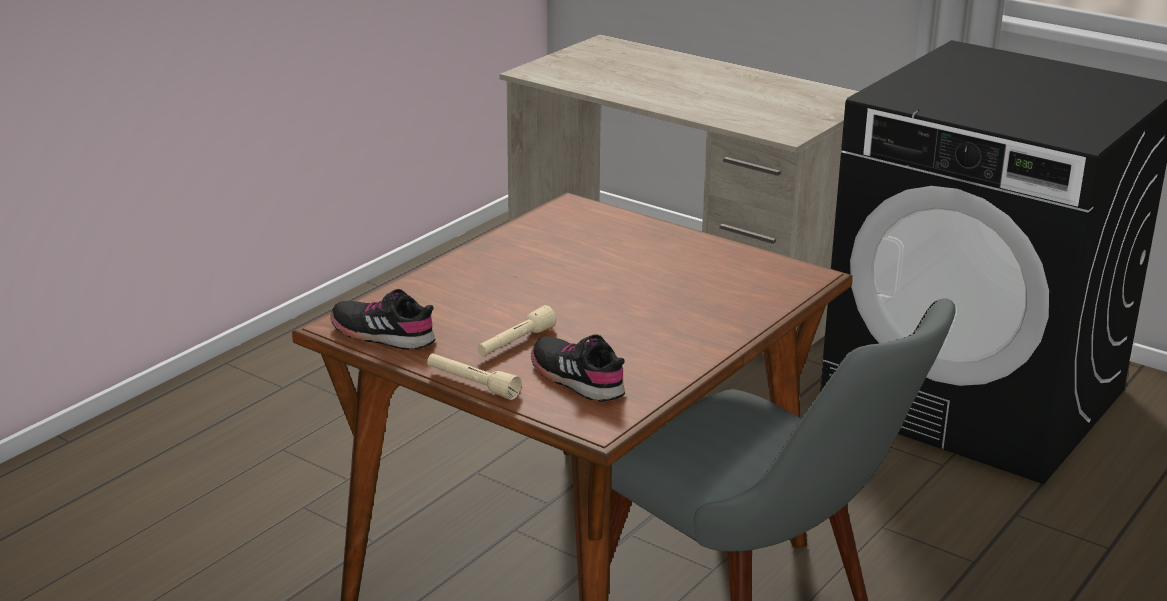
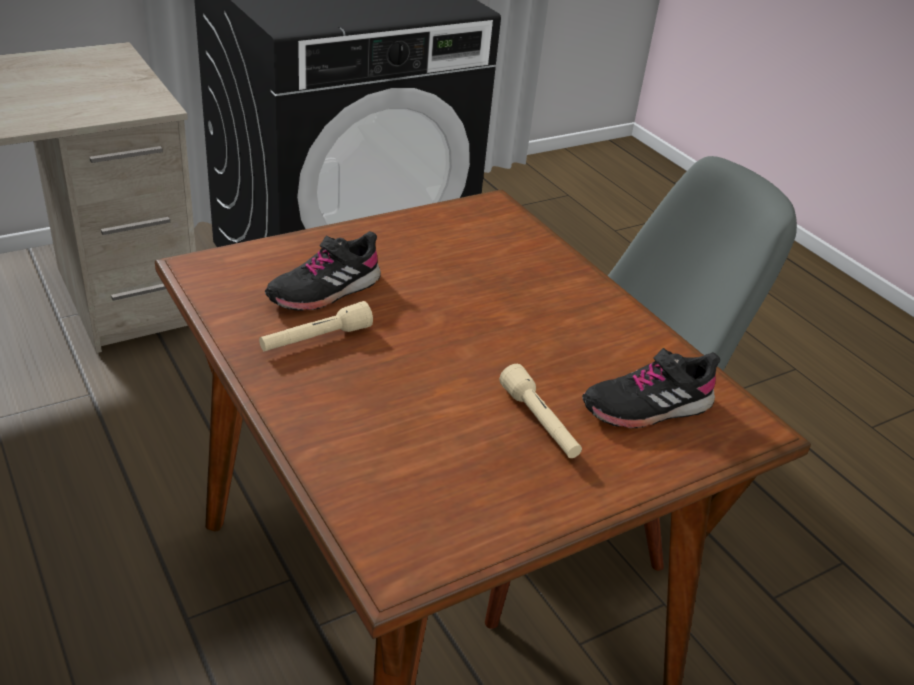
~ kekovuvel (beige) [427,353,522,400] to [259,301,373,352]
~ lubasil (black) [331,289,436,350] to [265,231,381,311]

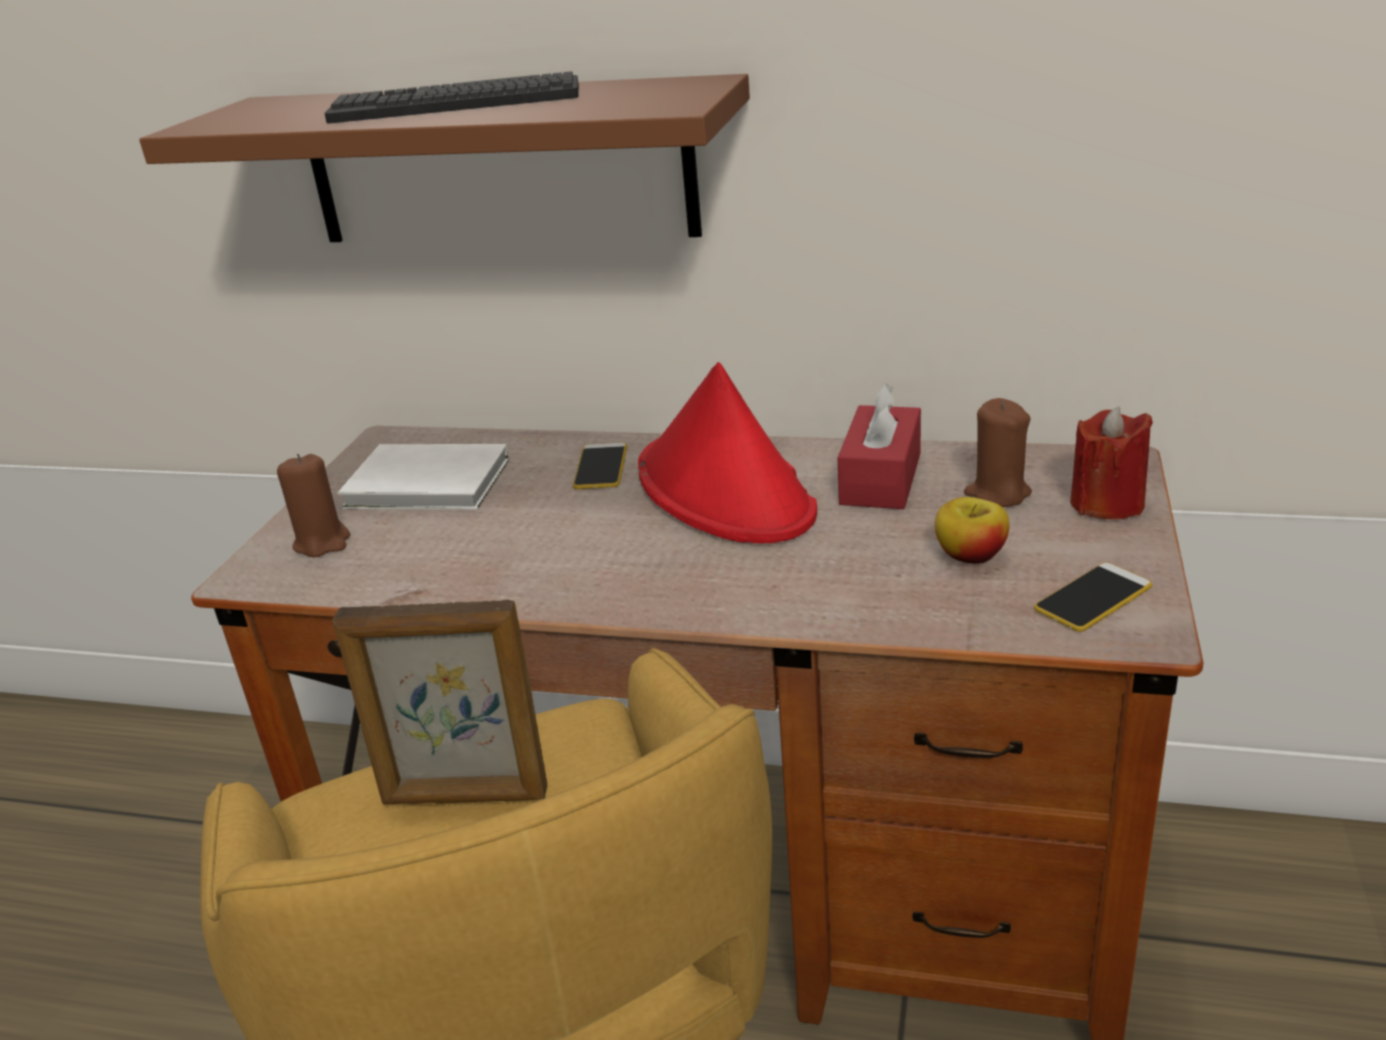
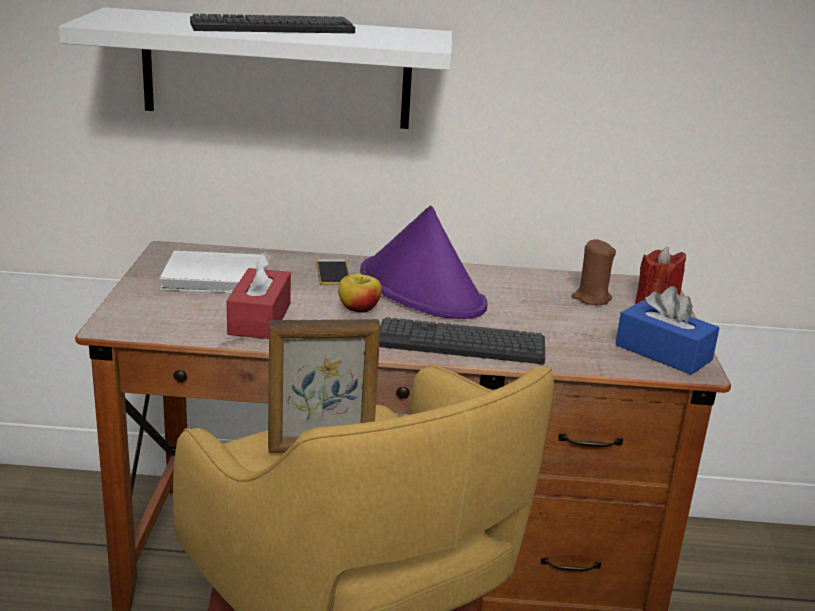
~ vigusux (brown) [139,74,750,242] to vigusux (white) [58,7,452,129]
~ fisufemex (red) [838,383,921,509] to [227,252,291,339]
~ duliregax [935,497,1010,564] to [338,274,382,313]
~ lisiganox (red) [638,362,817,543] to lisiganox (purple) [360,205,487,319]
+ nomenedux [379,317,545,364]
~ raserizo [1034,563,1152,632] to fisufemex (blue) [616,286,719,375]
- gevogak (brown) [277,454,350,557]

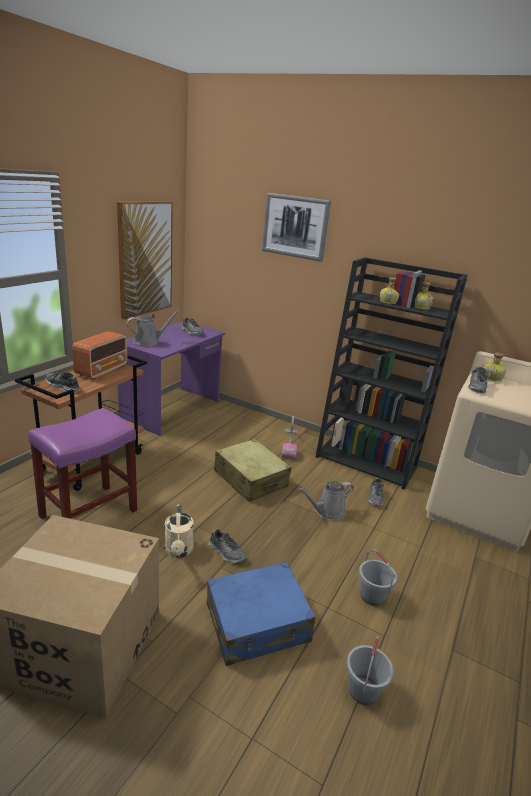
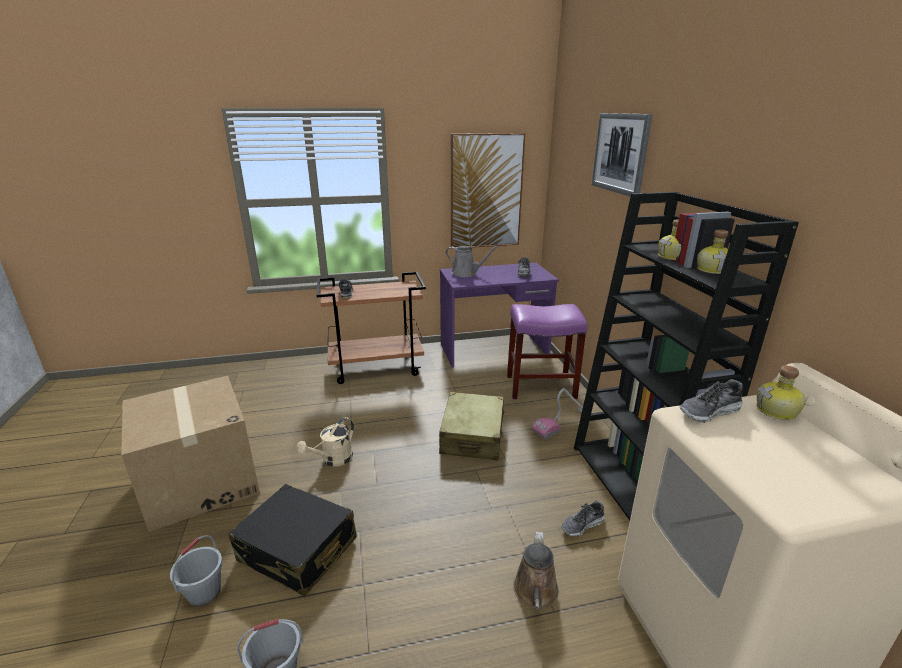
~ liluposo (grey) [359,549,397,606] to [170,535,223,607]
~ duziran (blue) [207,562,315,666] to duziran (black) [228,484,357,596]
~ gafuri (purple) [28,408,137,519] to [507,304,587,400]
+ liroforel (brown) [513,532,559,609]
- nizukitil [72,331,128,380]
- lubasil [208,529,246,563]
- liroforel (grey) [298,481,354,520]

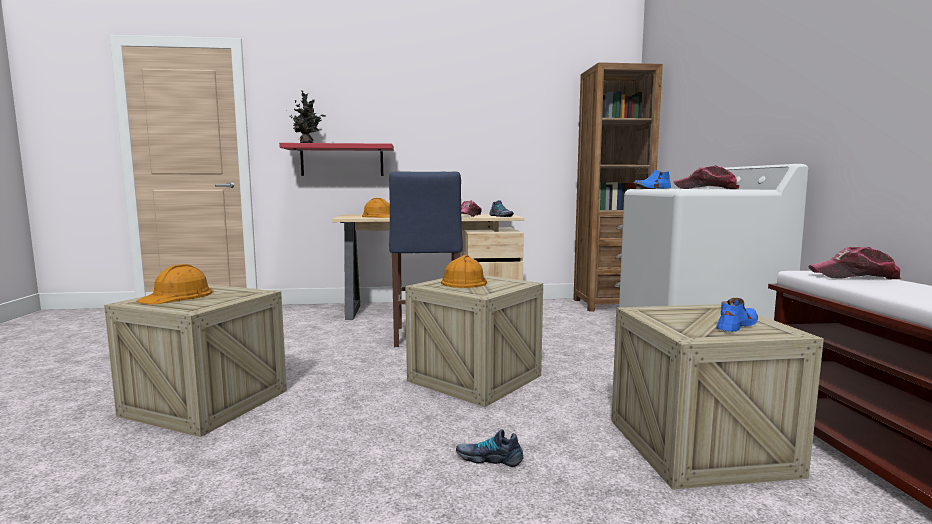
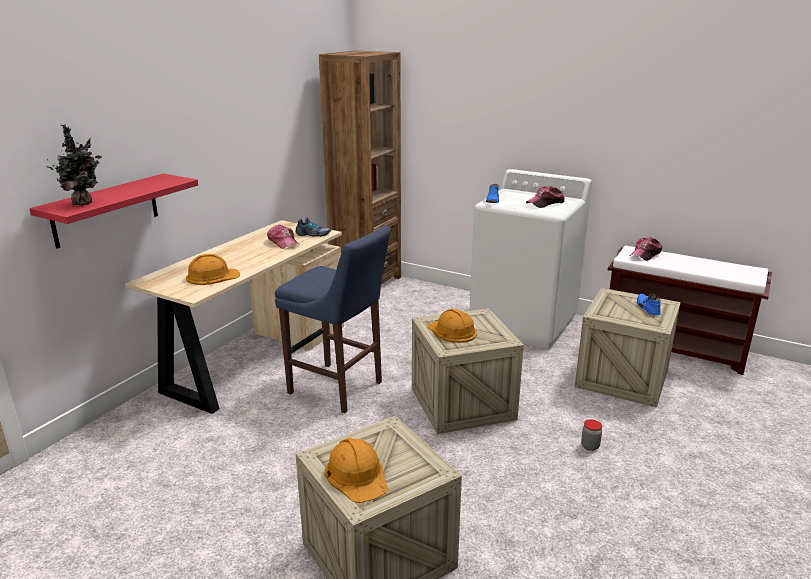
~ lubasil [456,429,523,467] to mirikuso [581,419,602,451]

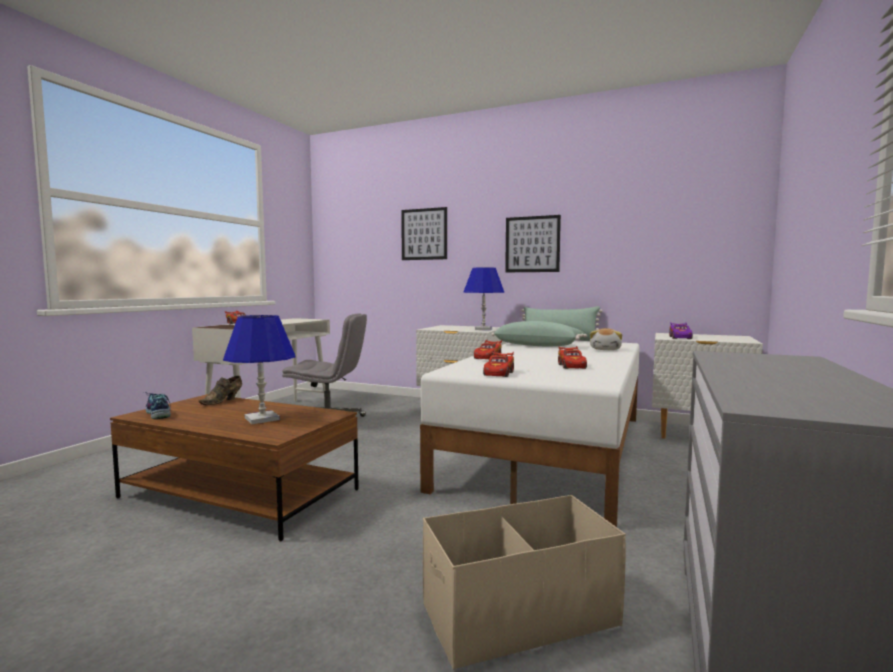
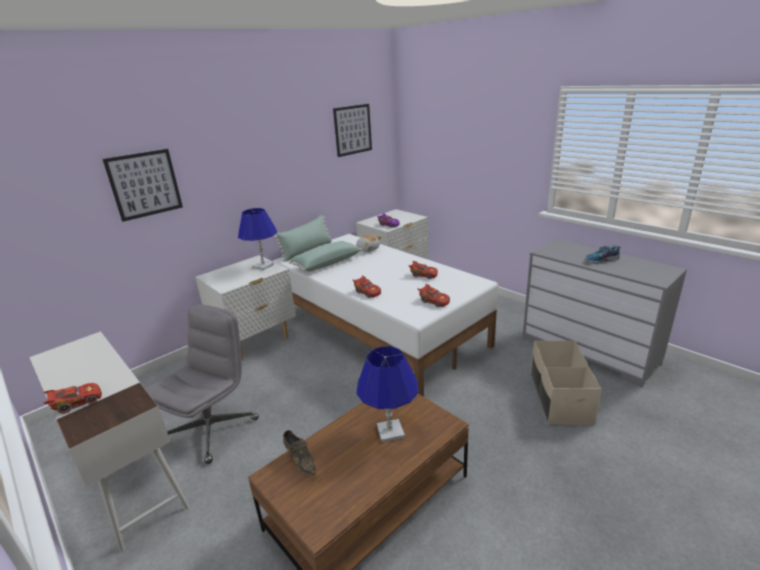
~ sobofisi [505,215,561,272] to [333,104,372,157]
~ lubasil [143,392,171,419] to [585,245,621,264]

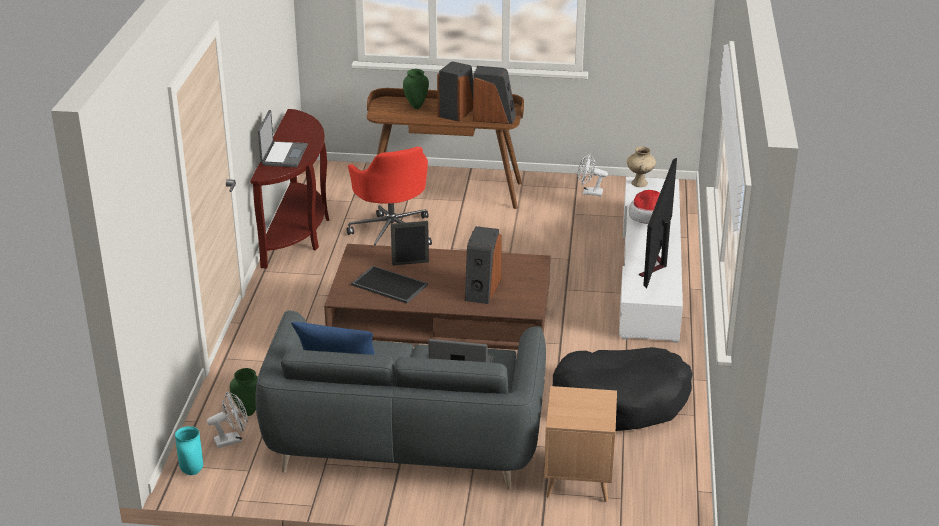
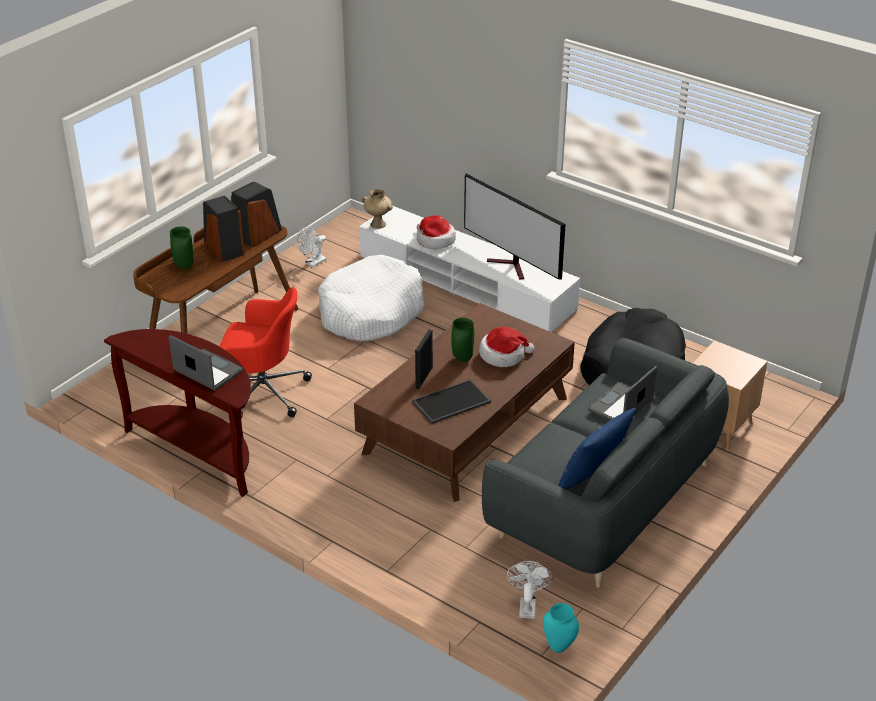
+ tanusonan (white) [318,255,424,341]
~ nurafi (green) [230,368,258,416] to [451,318,474,362]
~ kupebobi [465,226,502,304] to lisiganox [479,327,535,367]

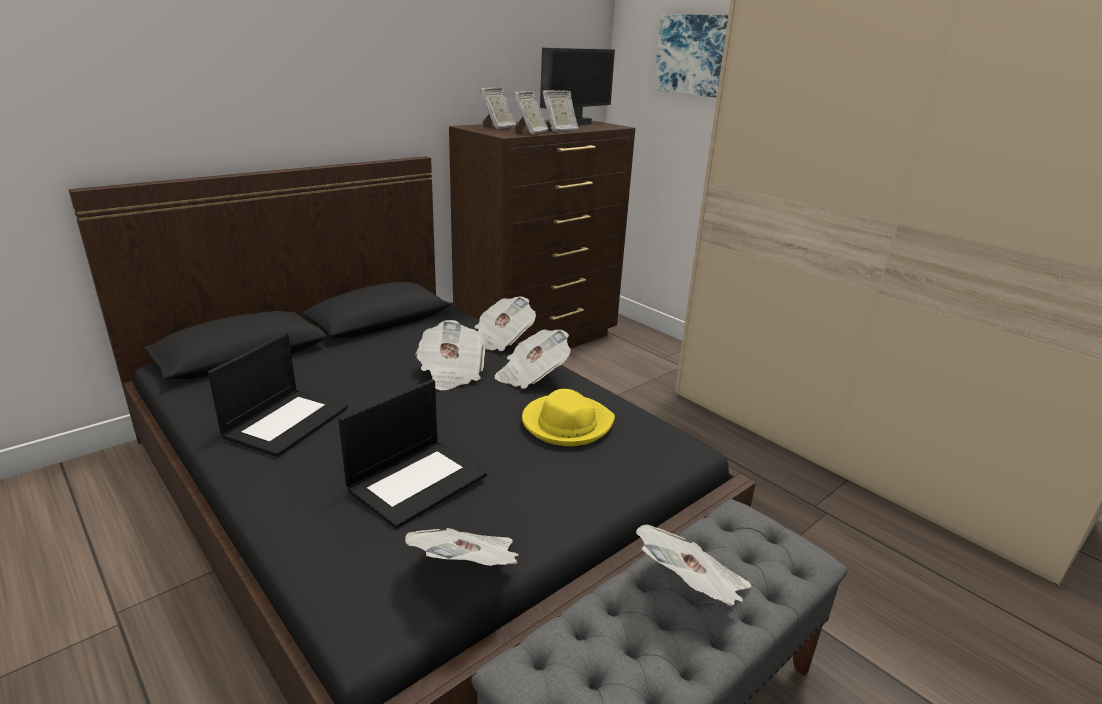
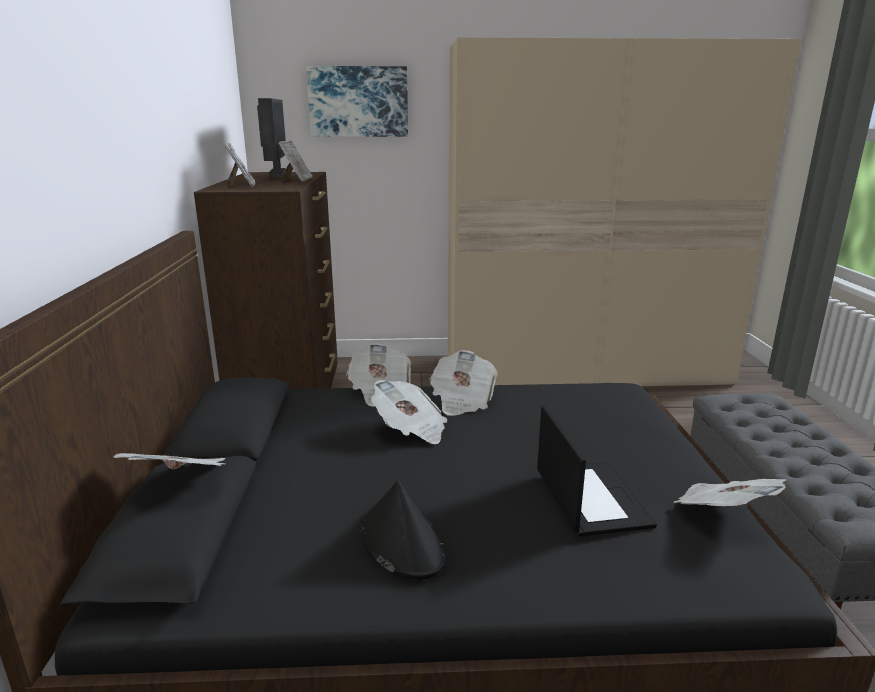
~ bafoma [636,524,751,606] to [114,453,226,469]
~ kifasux [208,333,348,457] to lisiganox (black) [359,481,446,580]
- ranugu [514,91,548,135]
- lisiganox (yellow) [522,389,615,446]

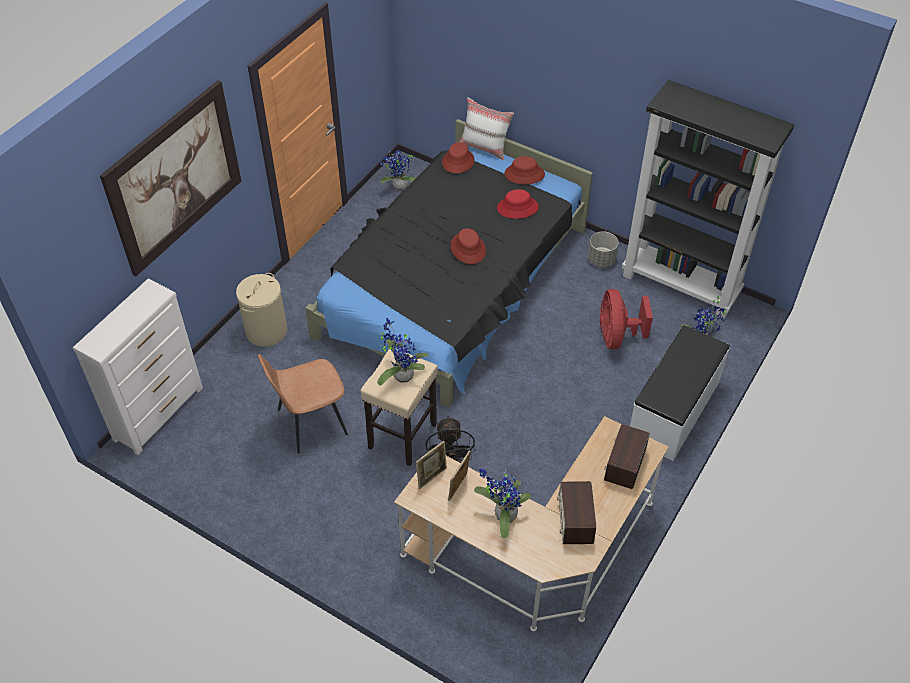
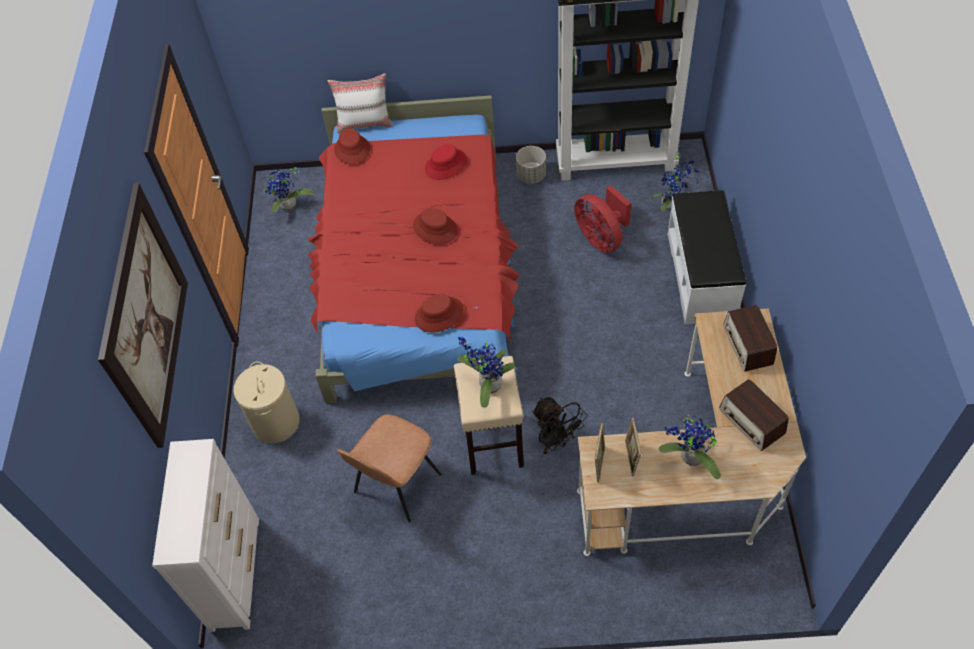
~ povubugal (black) [305,119,593,407] to povubugal (red) [308,95,520,403]
~ lisiganox (red) [504,156,545,185] to [415,294,464,332]

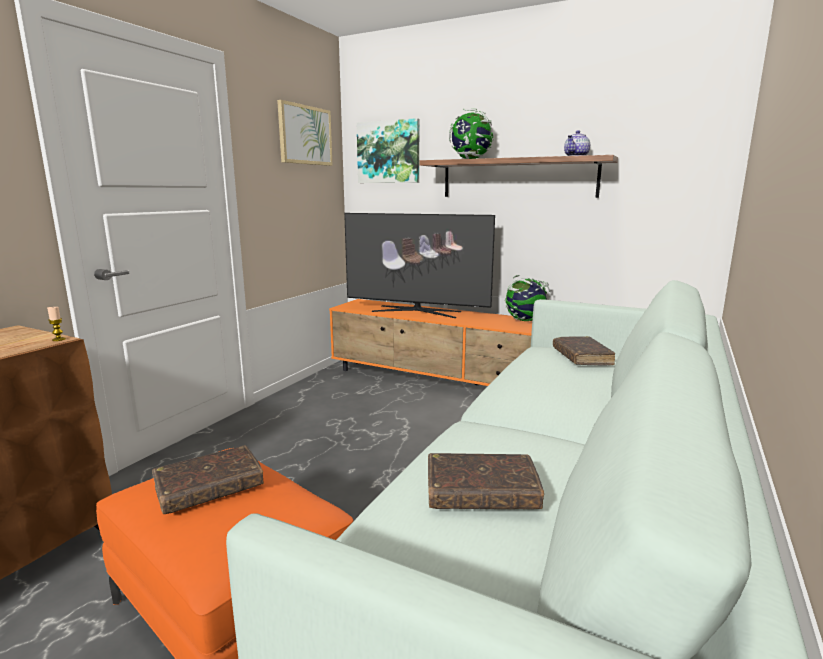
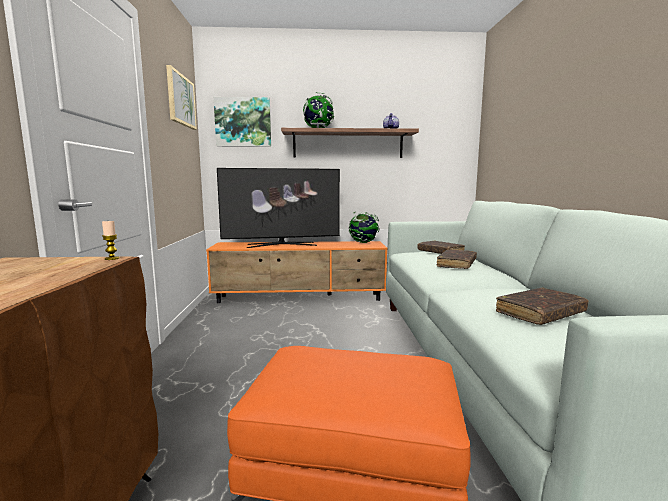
~ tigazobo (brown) [152,446,264,514] to [437,249,477,269]

